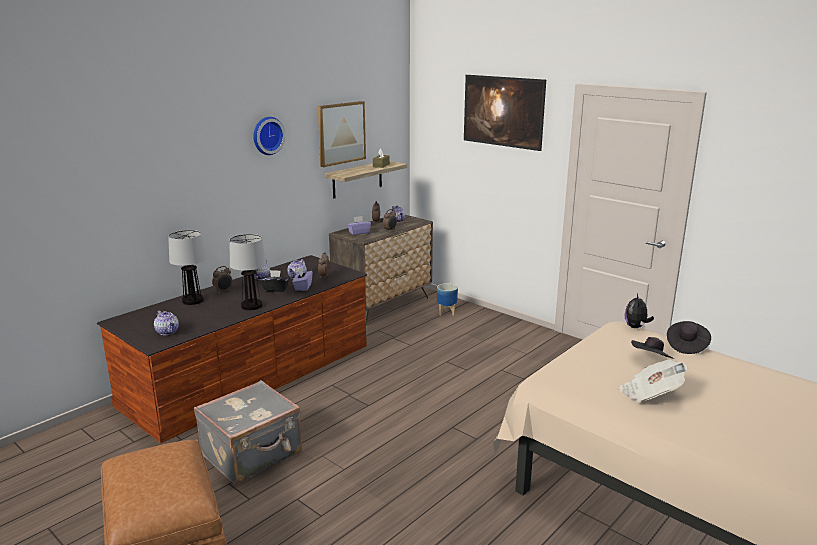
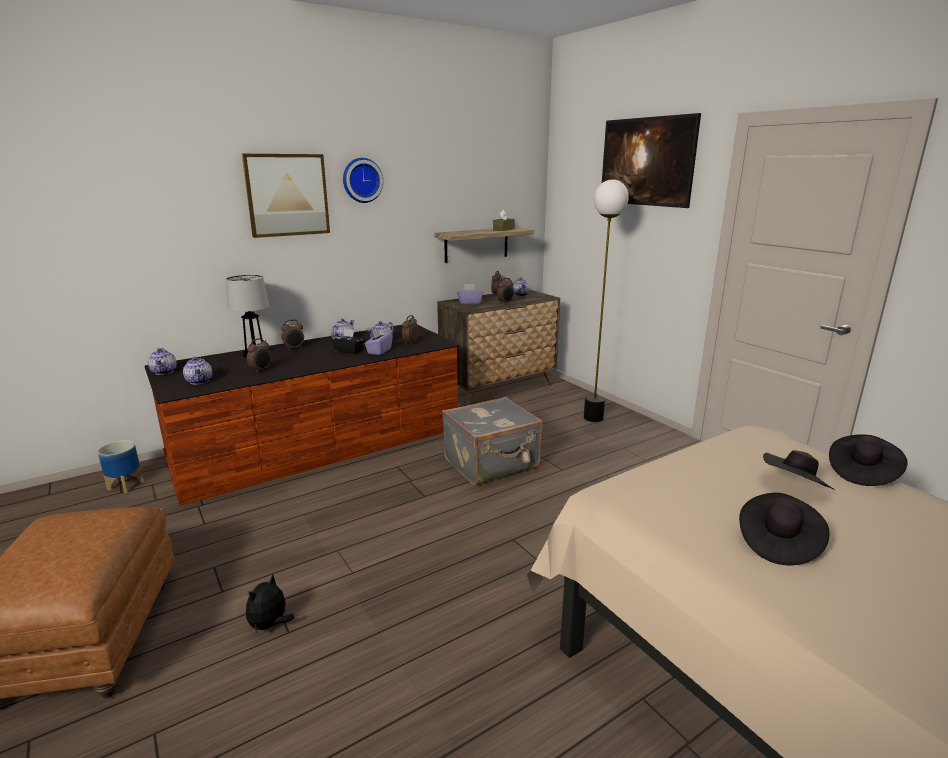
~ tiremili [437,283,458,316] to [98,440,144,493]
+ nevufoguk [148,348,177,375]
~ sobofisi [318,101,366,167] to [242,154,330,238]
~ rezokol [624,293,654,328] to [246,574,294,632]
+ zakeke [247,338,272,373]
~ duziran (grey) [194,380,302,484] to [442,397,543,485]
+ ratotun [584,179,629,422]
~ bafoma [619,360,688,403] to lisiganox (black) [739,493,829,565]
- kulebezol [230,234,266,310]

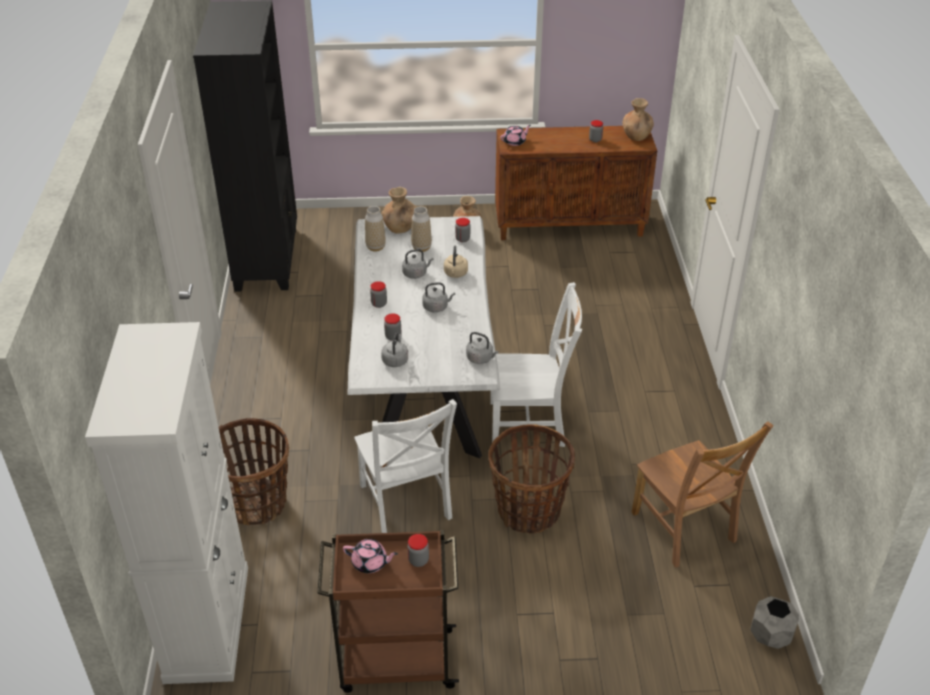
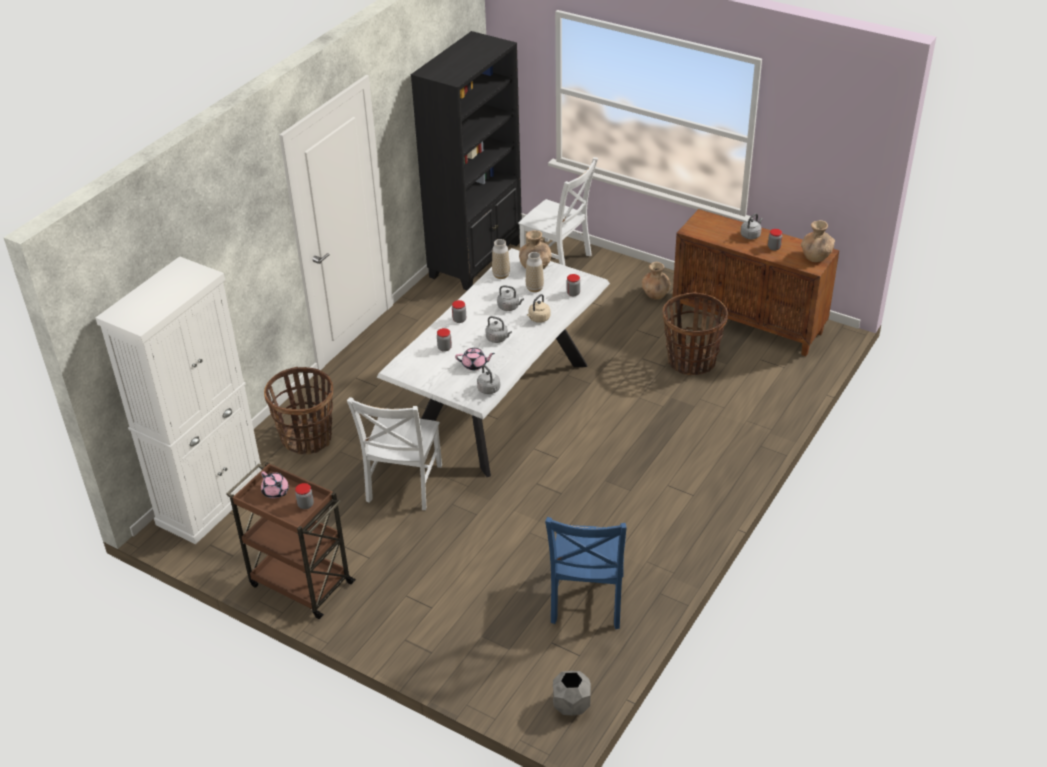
~ nevufoguk (pink) [500,125,531,146] to [455,348,495,370]
~ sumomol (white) [490,282,582,447] to [518,157,598,266]
~ sumomol (brown) [631,422,774,568] to sumomol (blue) [545,517,627,629]
~ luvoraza [488,424,575,534] to [662,293,728,375]
~ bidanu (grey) [381,332,408,367] to [740,213,763,239]

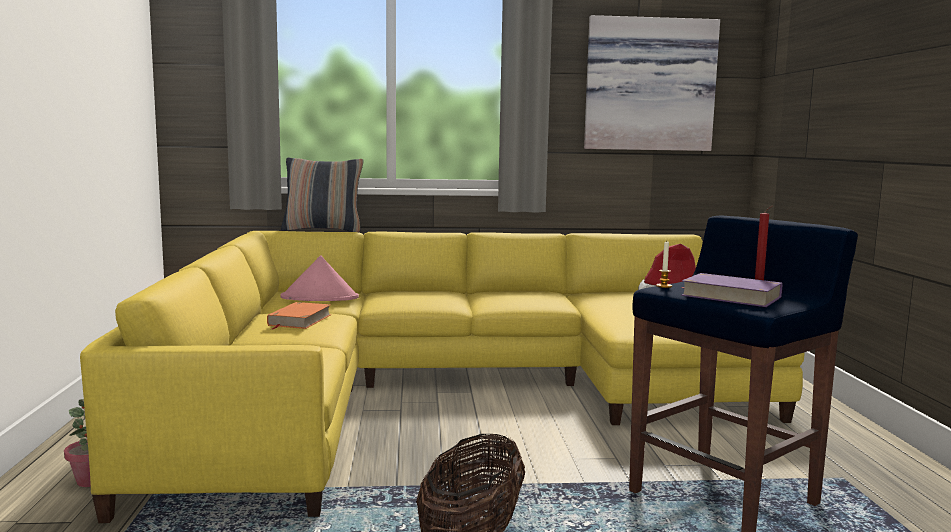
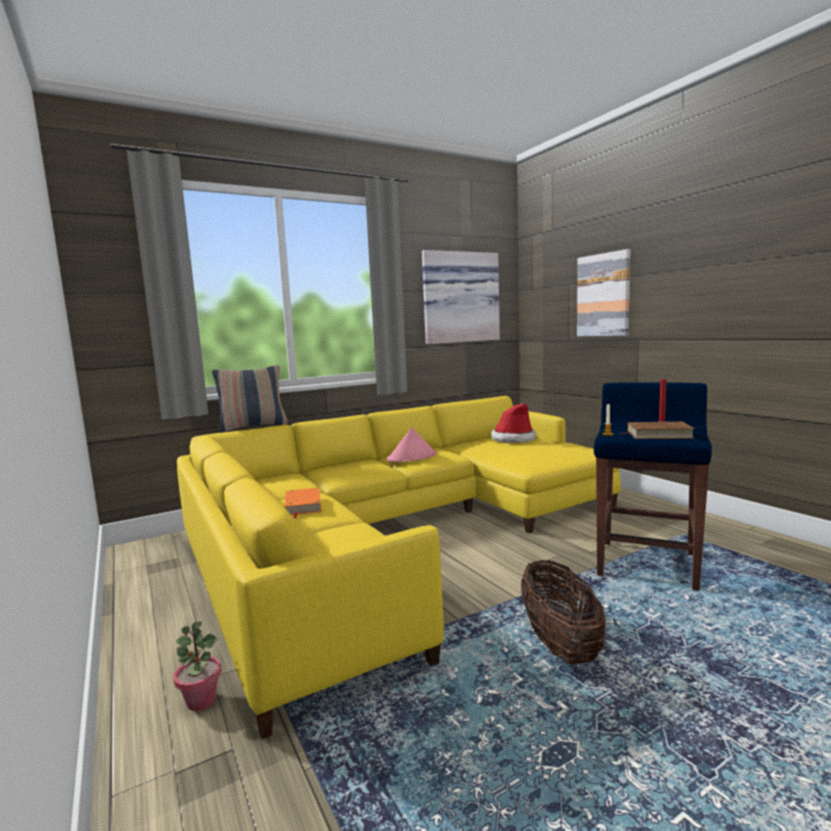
~ lisiganox (pink) [280,256,359,301] to [387,427,437,462]
+ sobofisi [577,249,630,337]
~ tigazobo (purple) [680,273,782,307] to tigazobo (brown) [620,422,695,439]

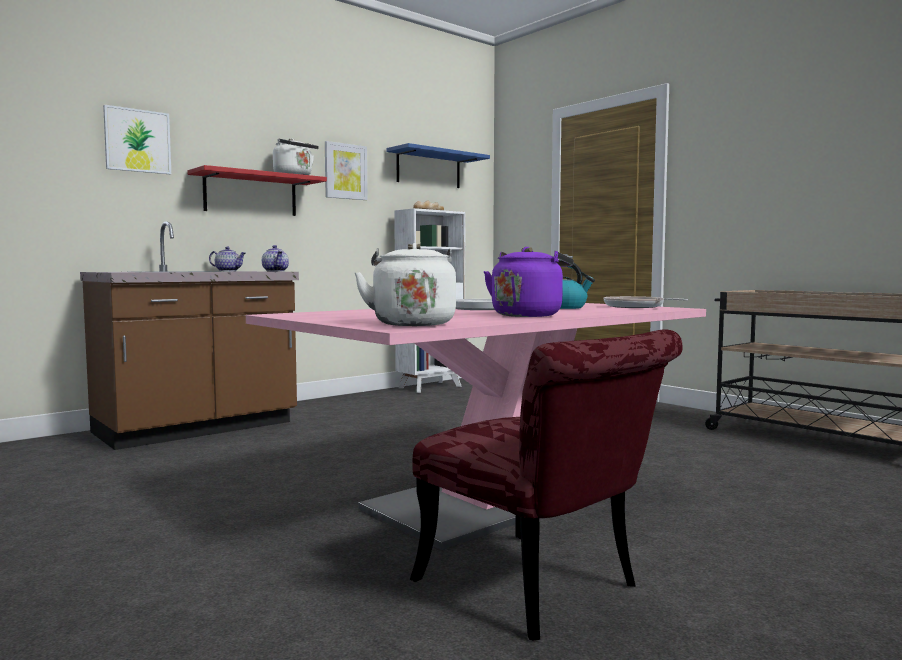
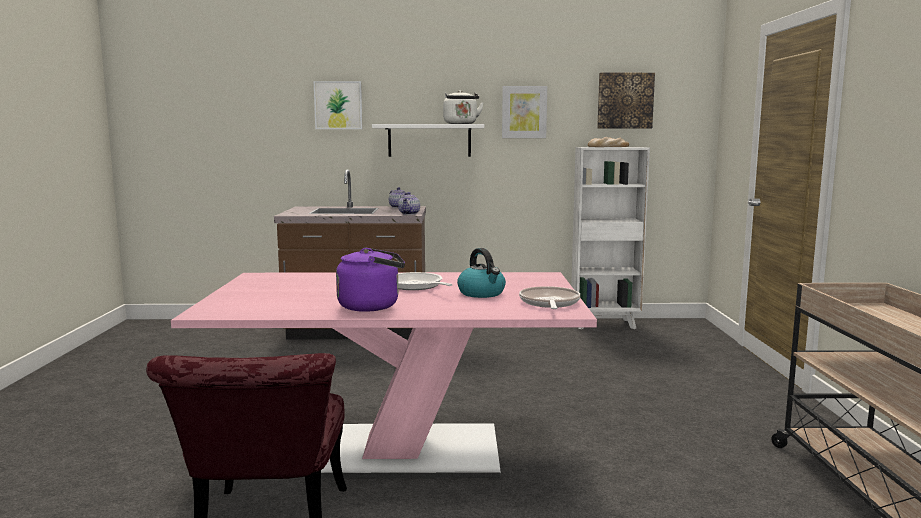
~ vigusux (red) [188,165,327,216] to vigusux (white) [372,124,484,157]
~ vigusux (blue) [387,143,490,188] to sobofisi [597,73,655,129]
- bidanu (white) [354,243,456,326]

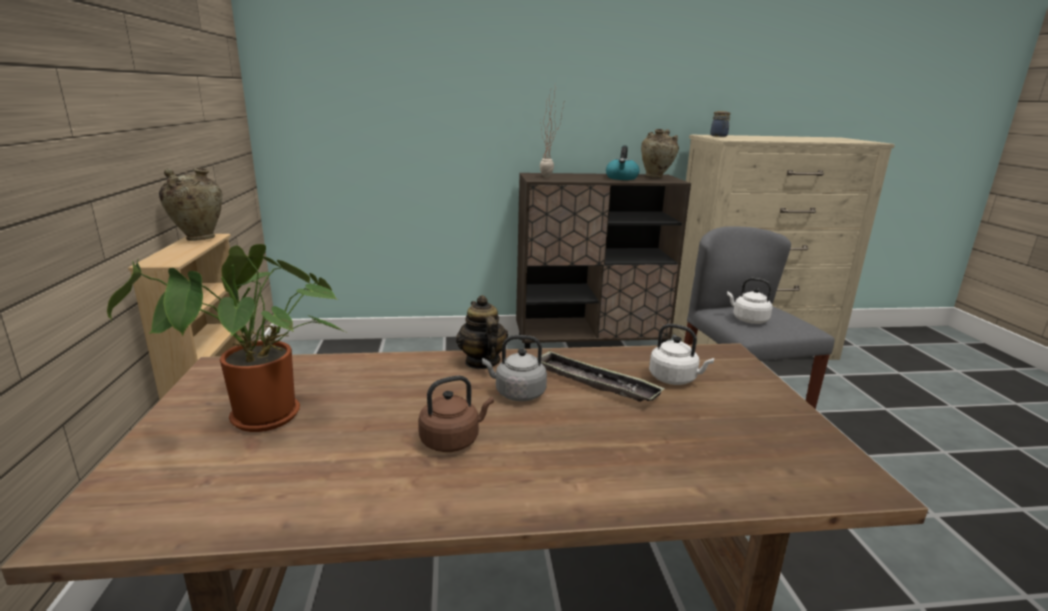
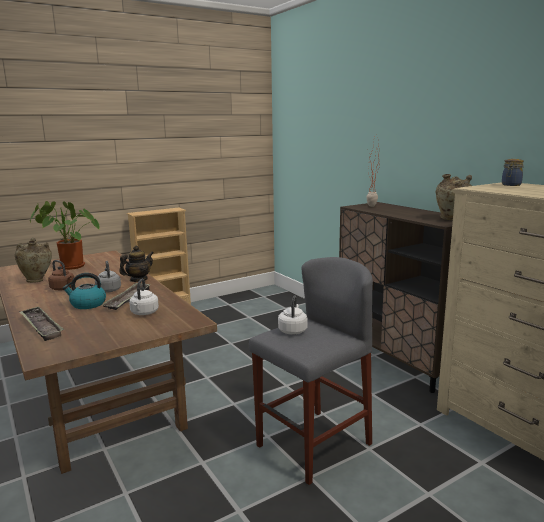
~ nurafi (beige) [159,168,222,241] to [15,238,52,283]
+ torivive [19,306,64,341]
~ bidanu [606,145,640,180] to [62,273,106,309]

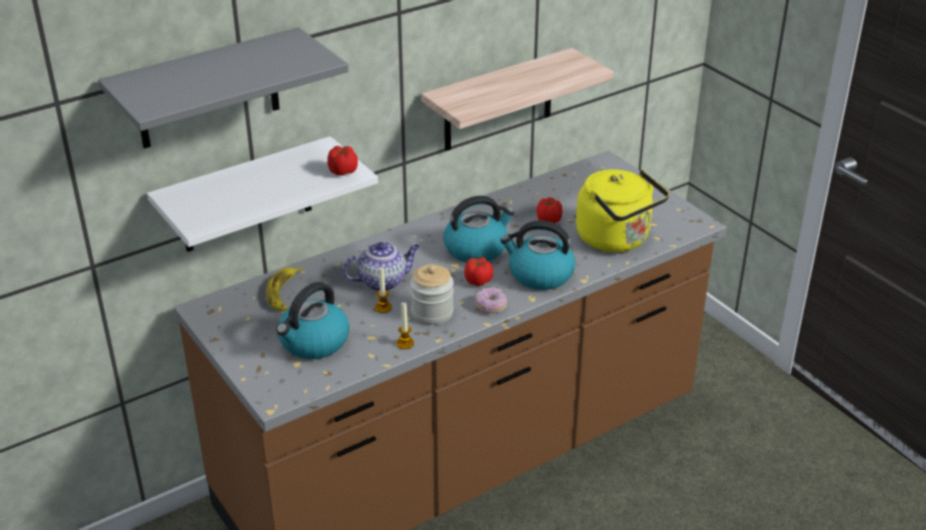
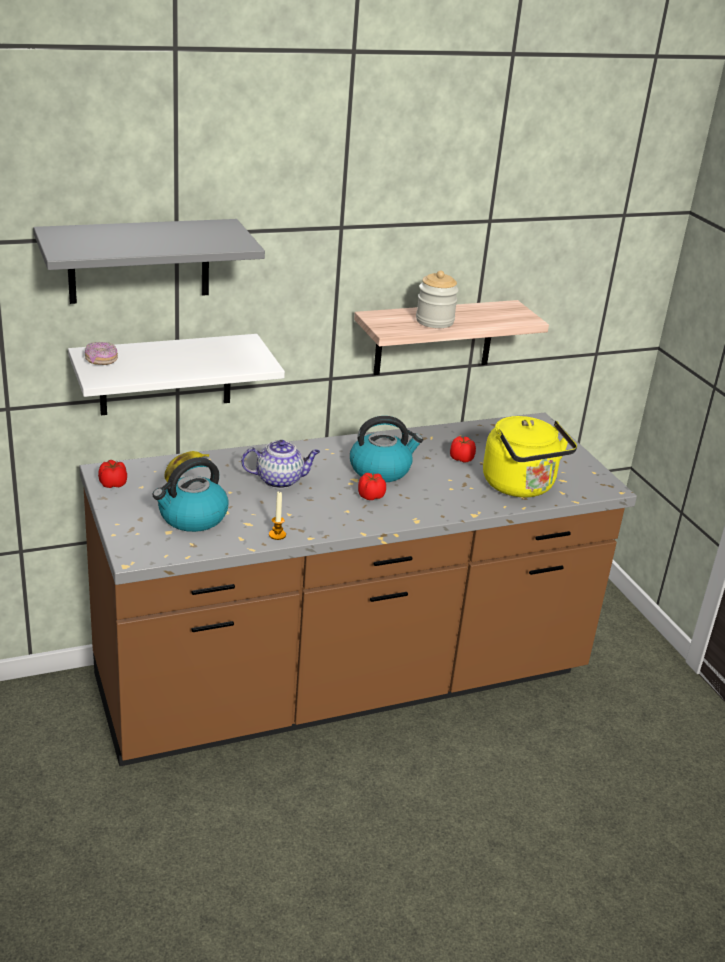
~ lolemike [475,287,507,313] to [85,342,118,365]
~ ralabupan [327,146,358,176] to [98,460,127,488]
~ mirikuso [410,264,454,325] to [416,271,459,328]
- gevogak [375,267,392,313]
- bidanu [500,220,575,290]

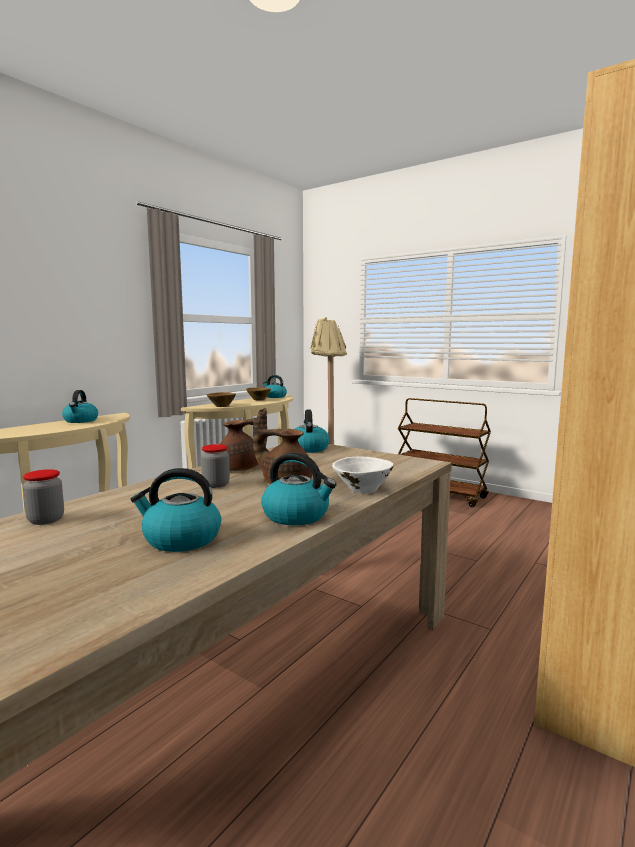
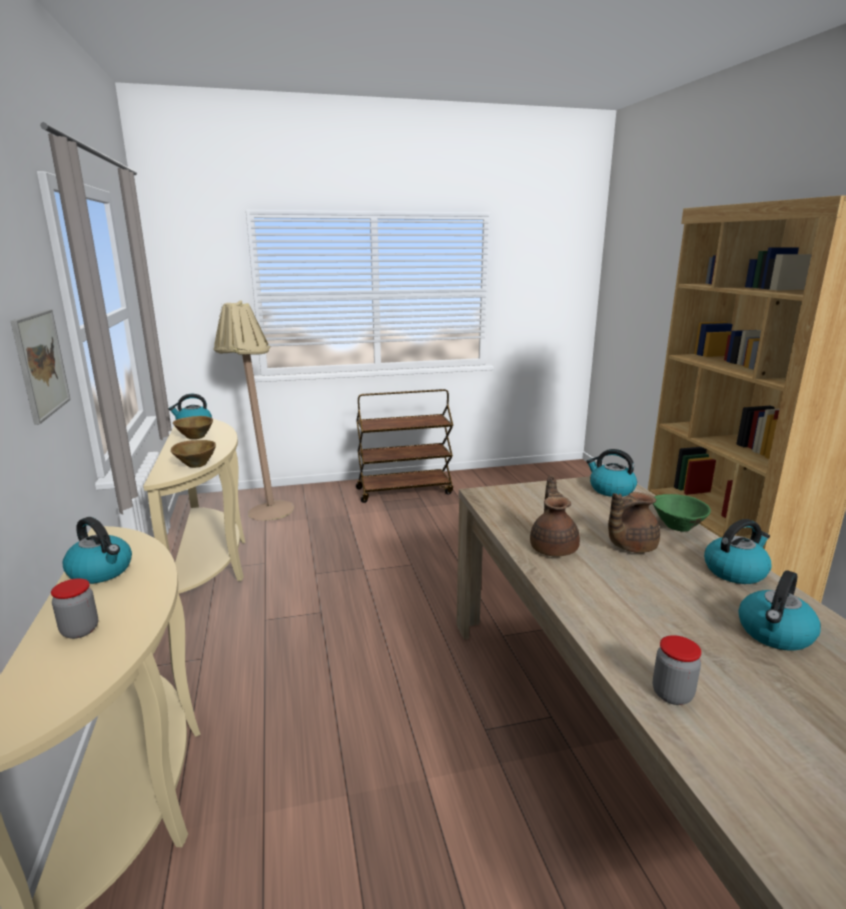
+ sobofisi [11,309,71,425]
~ mirikuso [201,444,230,488] to [51,579,98,639]
~ bidanu [295,410,330,453] to [586,449,637,497]
~ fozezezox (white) [332,456,394,494] to fozezezox (green) [653,494,711,532]

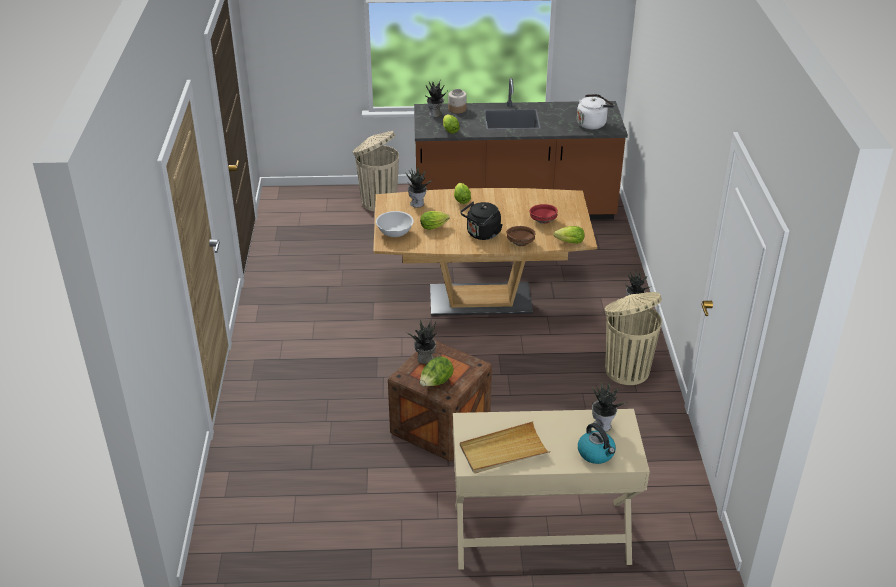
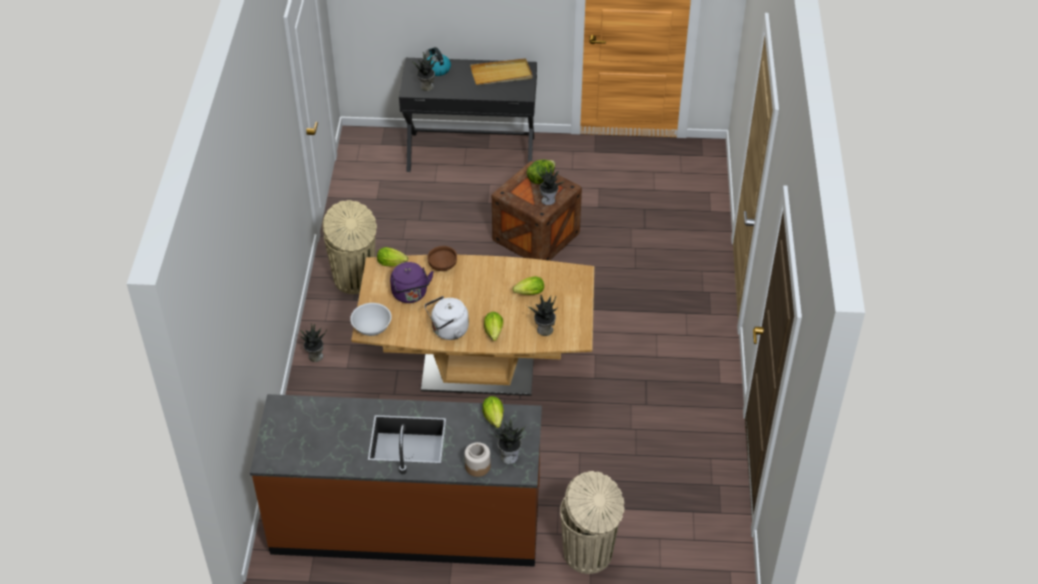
~ fozezezox (white) [376,211,414,237] to [350,303,392,336]
~ fozezezox (red) [530,204,558,224] to bidanu (purple) [390,262,434,303]
~ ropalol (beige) [453,409,650,570] to ropalol (black) [399,58,537,172]
~ bidanu (white) [577,94,614,129] to [425,296,469,340]
- bidanu (black) [460,202,503,240]

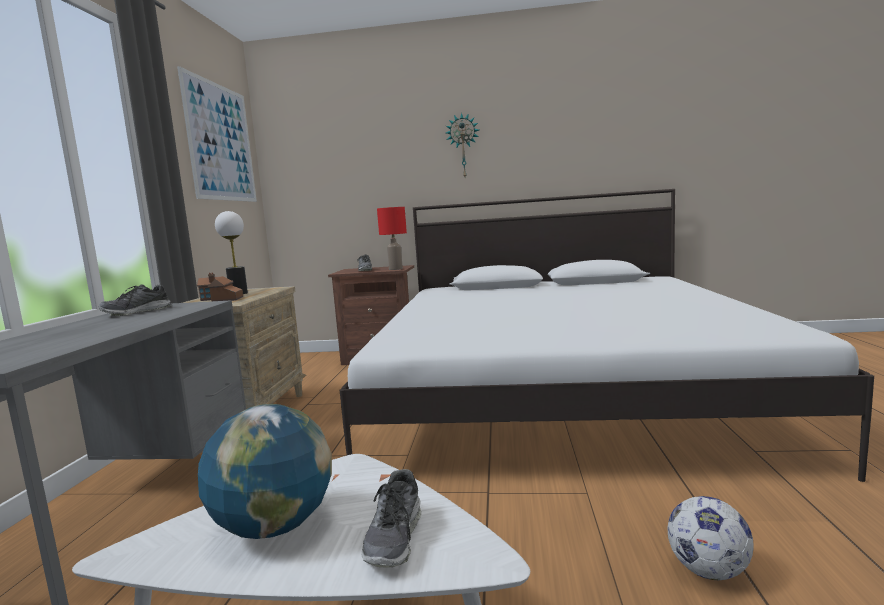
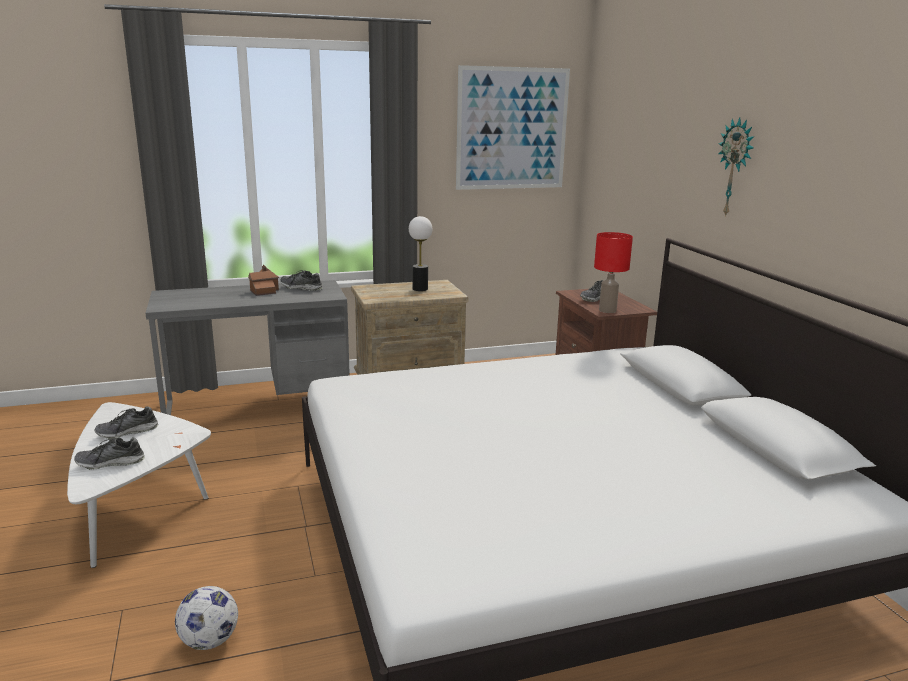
~ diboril [198,404,332,539] to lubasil [95,406,158,439]
~ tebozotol [197,273,243,301] to [248,265,279,296]

